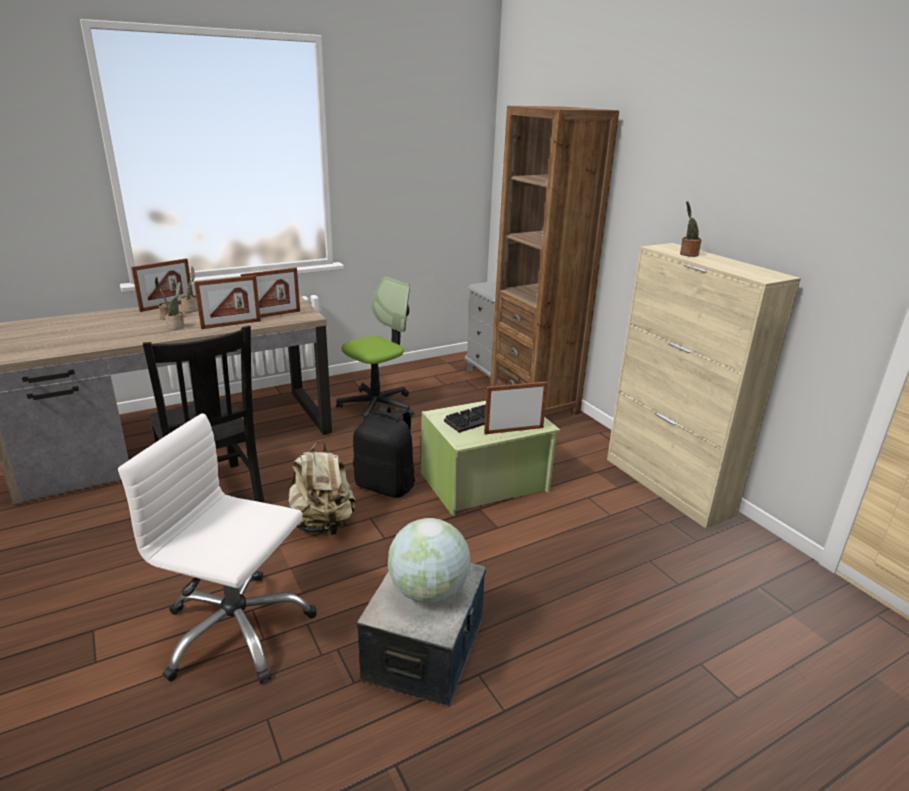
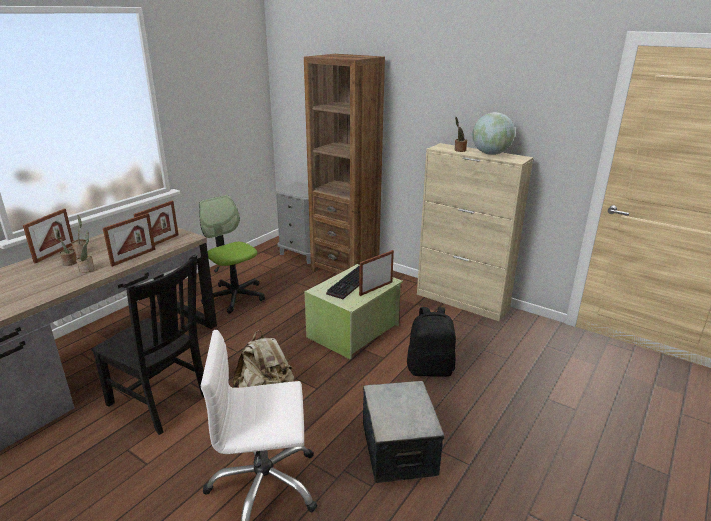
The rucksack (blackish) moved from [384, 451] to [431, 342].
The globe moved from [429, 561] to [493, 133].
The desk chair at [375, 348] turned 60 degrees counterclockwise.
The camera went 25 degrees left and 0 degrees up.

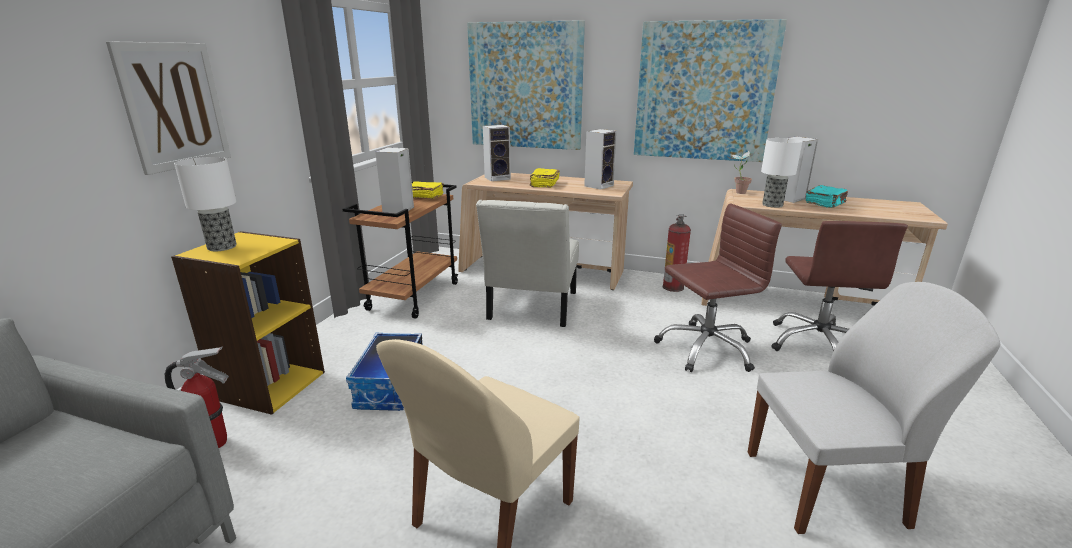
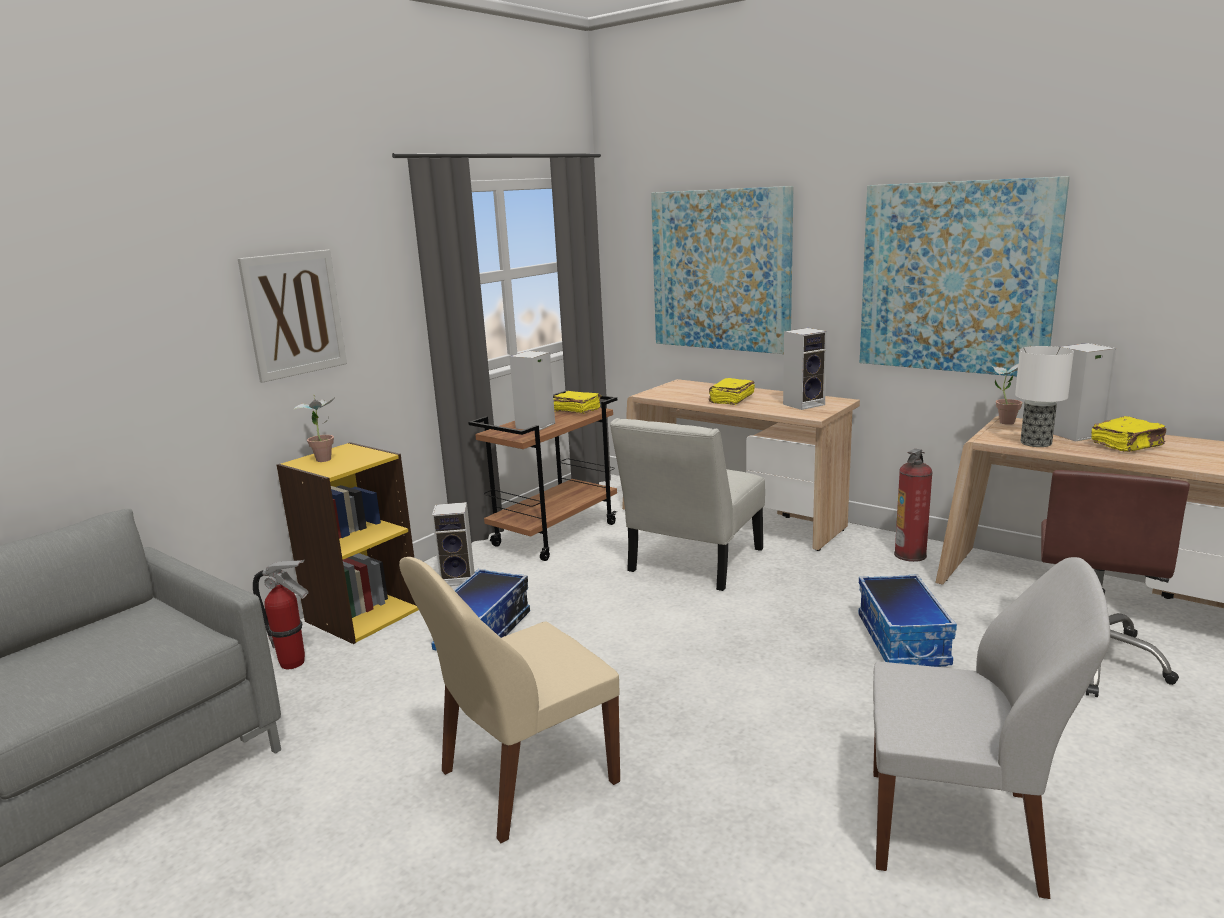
The speaker moved from [497, 153] to [453, 544].
The lamp for a table at [205, 204] was replaced by the plant in a pot at [314, 428].
The desk chair (brown) at [718, 288] was replaced by the storage container at [907, 620].
The book (turquoise-coloured) at [827, 196] became the book (yellow) at [1128, 434].
The camera went 20 degrees right and 5 degrees down.

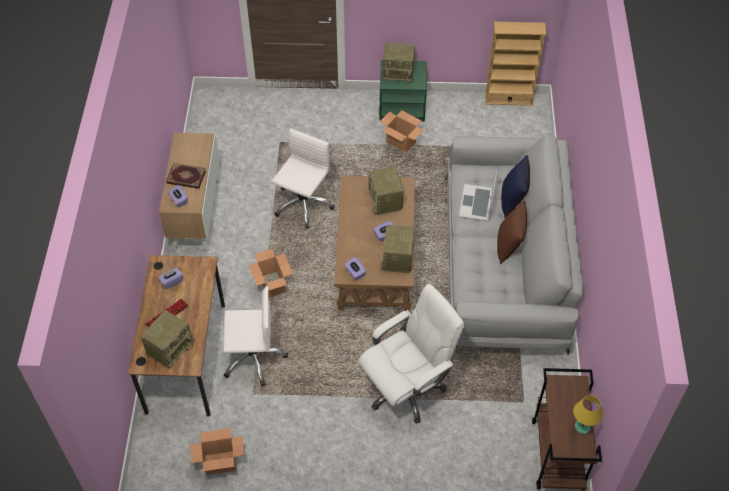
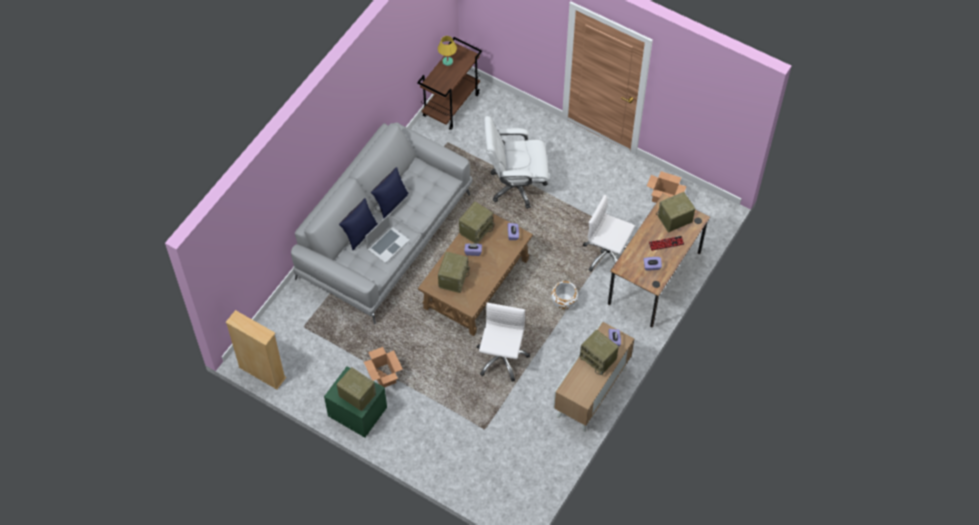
The book at [186, 176] was replaced by the radio set at [599, 352].
The cardboard box at [271, 273] was replaced by the plant pot (white-coloured) at [564, 295].
The throw pillow (brown) at [512, 232] became the throw pillow (bluish) at [390, 193].
The desk chair (white-coloured) at [303, 178] turned 135 degrees clockwise.
The camera went 150 degrees left and 5 degrees up.

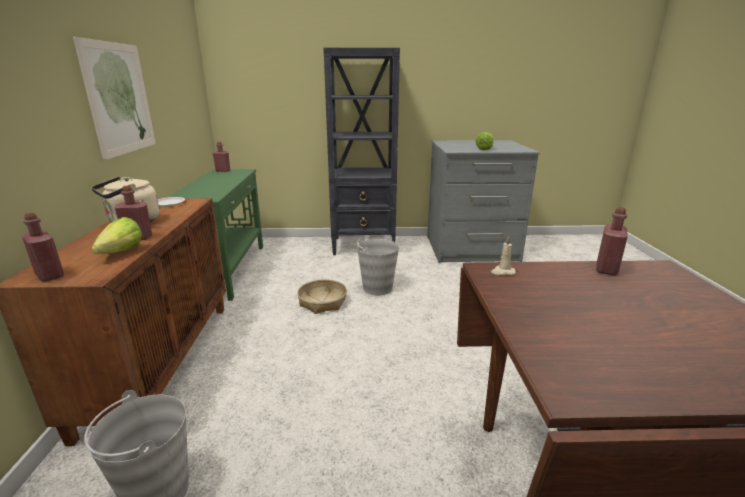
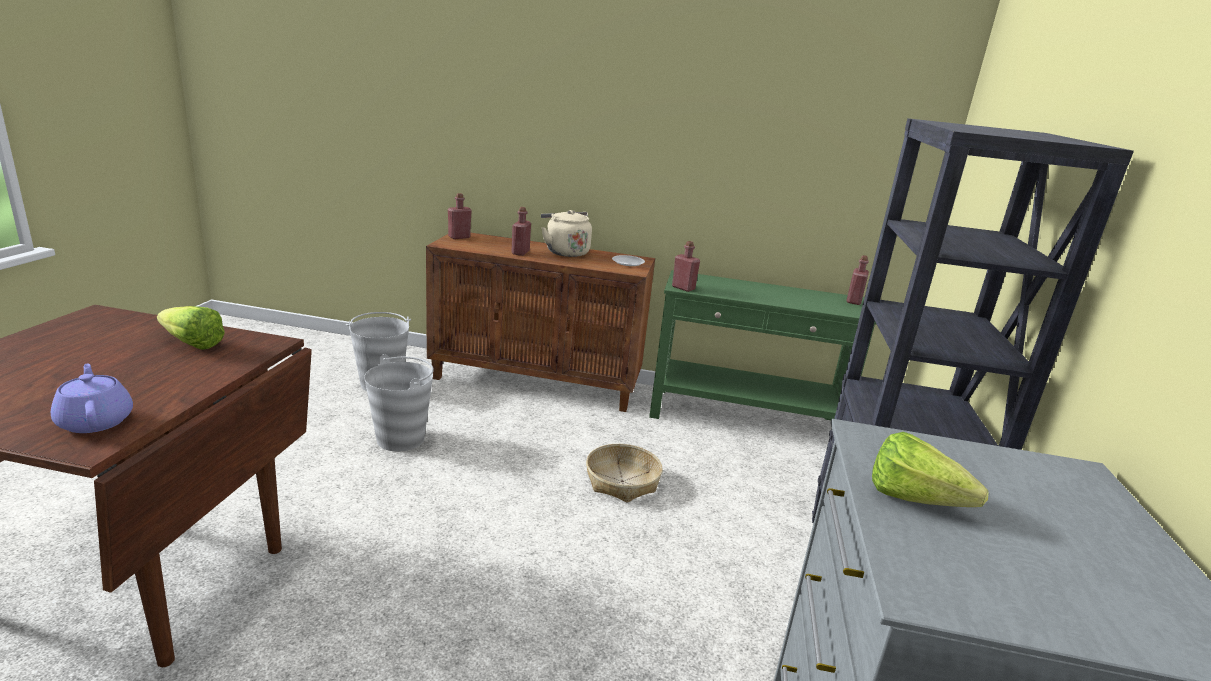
The wall picture at [114, 98] disappeared.
The candle (beige-coloured) at [503, 255] disappeared.
The teapot (purplish) at [92, 398] appeared.
The lettuce head moved from [117, 235] to [191, 328].
The pail (grey) moved from [378, 264] to [399, 403].
The beverage bottle (red) moved from [612, 241] to [686, 266].
The camera went 100 degrees right and 0 degrees up.

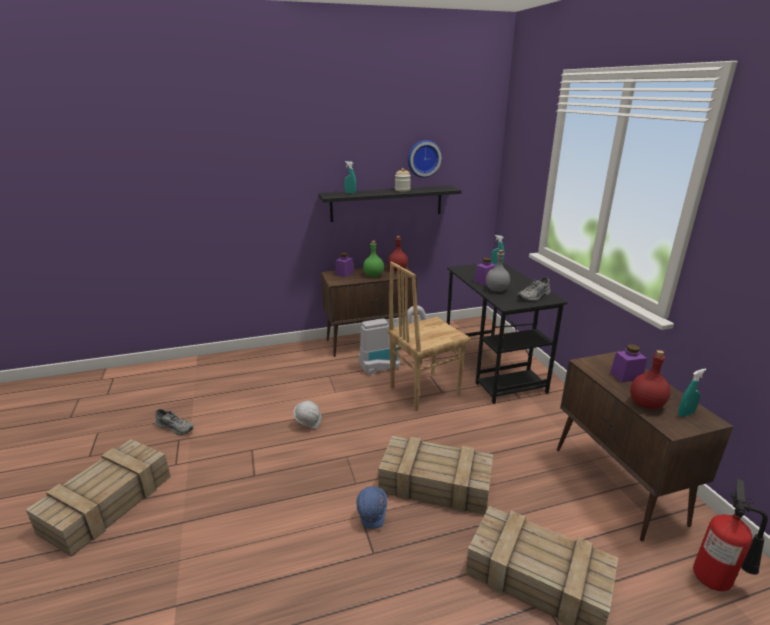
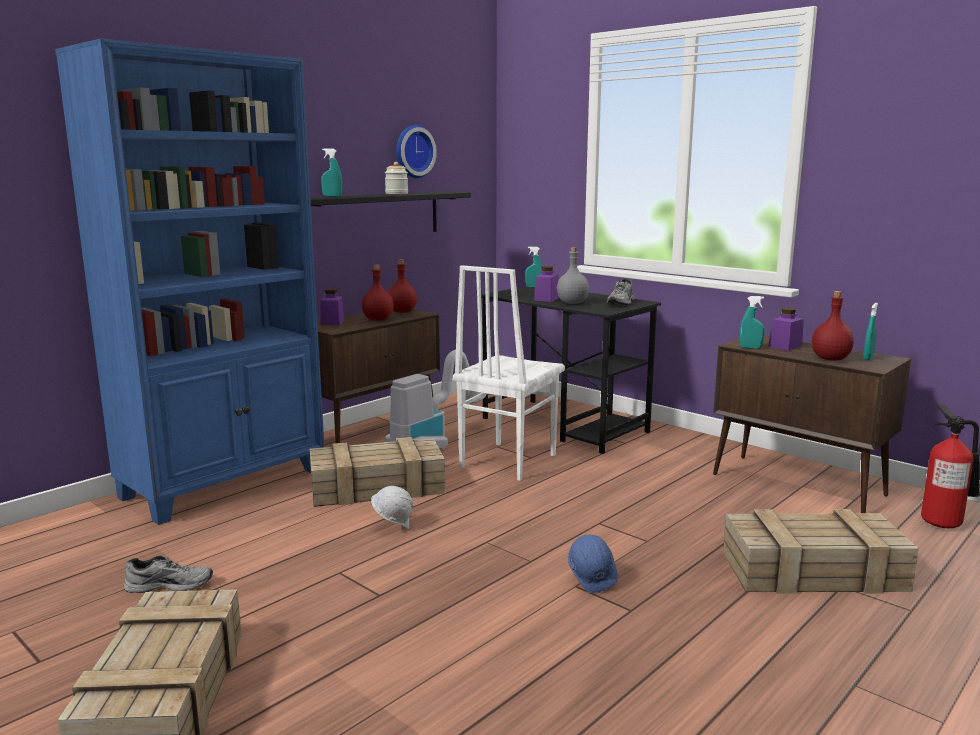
The bookshelf (bluish) at [189, 281] appeared.
The sprayer (turquoise-coloured) at [752, 322] appeared.
The packing crate moved from [435, 475] to [377, 472].
The beverage bottle (greenish) at [373, 259] became the beverage bottle (red) at [378, 292].
The upright chair (brown) at [429, 336] became the upright chair (white-coloured) at [509, 373].
The camera went 30 degrees left and 10 degrees down.

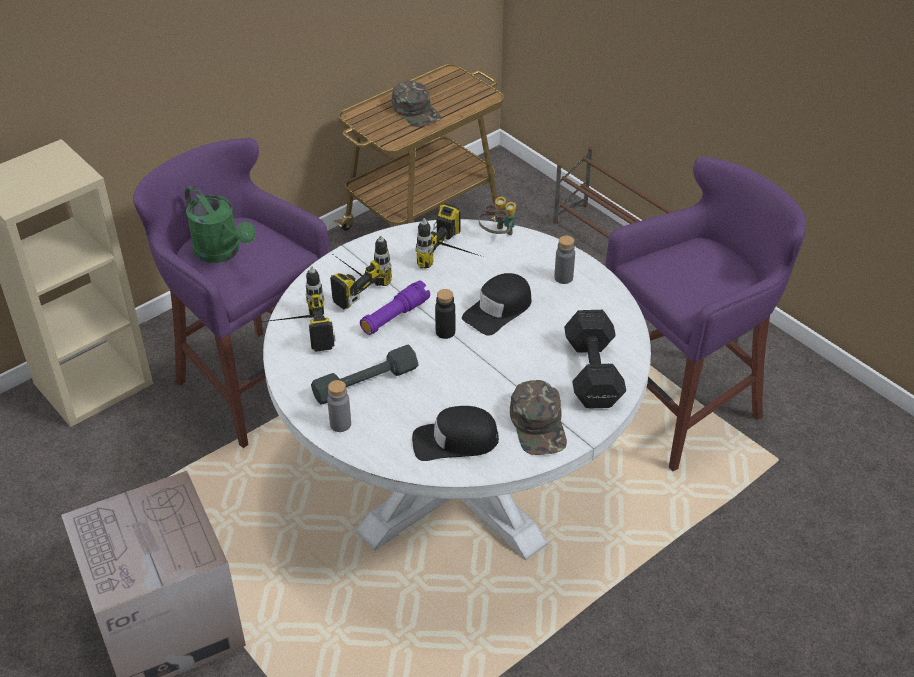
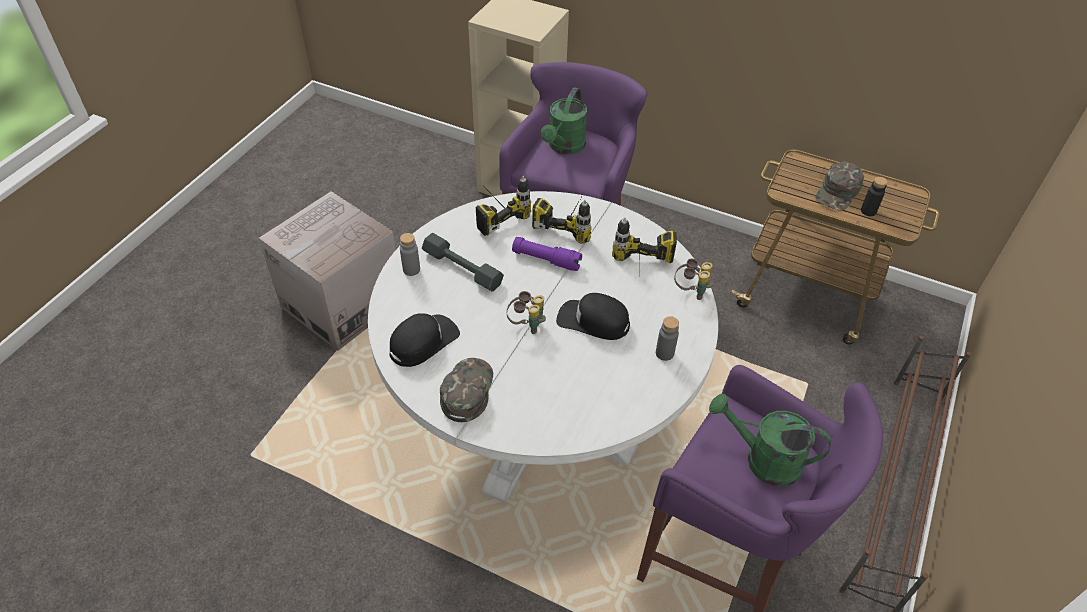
The dumbbell (blackish) at [595, 359] disappeared.
The field glasses at [526, 312] appeared.
The watering can (greenish) at [770, 440] appeared.
The beverage bottle (blackish) moved from [445, 314] to [874, 196].
The cap (blackish) at [455, 433] turned 75 degrees clockwise.
The cap (greenish) at [538, 417] turned 135 degrees clockwise.
The camera went 65 degrees right and 5 degrees up.

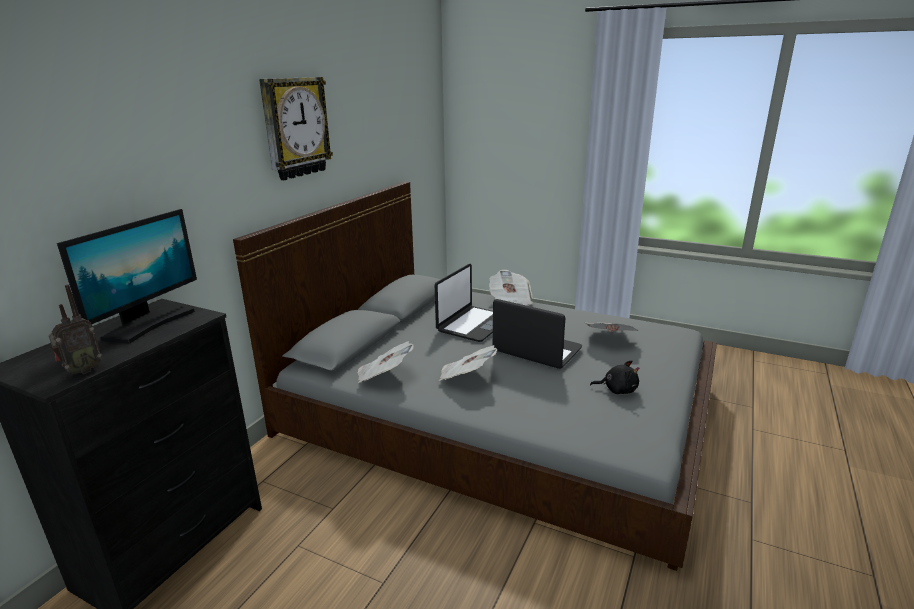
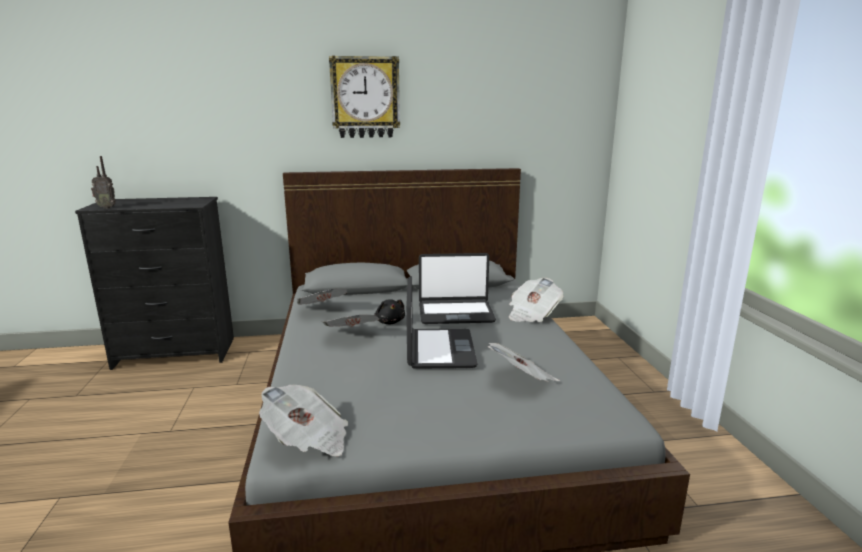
The computer display at [127, 276] disappeared.
The newspaper at [303, 420] appeared.
The soft toy (blackish) moved from [614, 377] to [389, 311].
The camera went 55 degrees right and 5 degrees down.

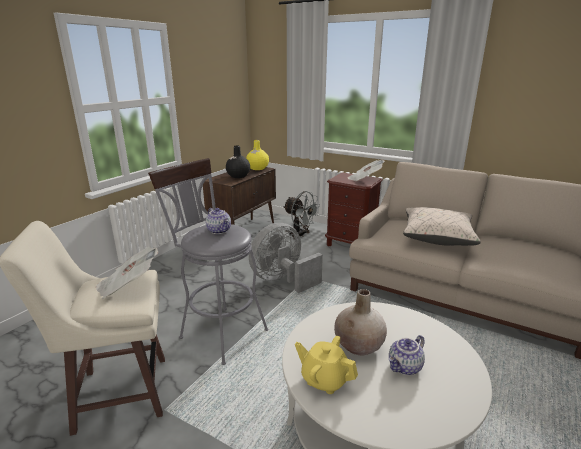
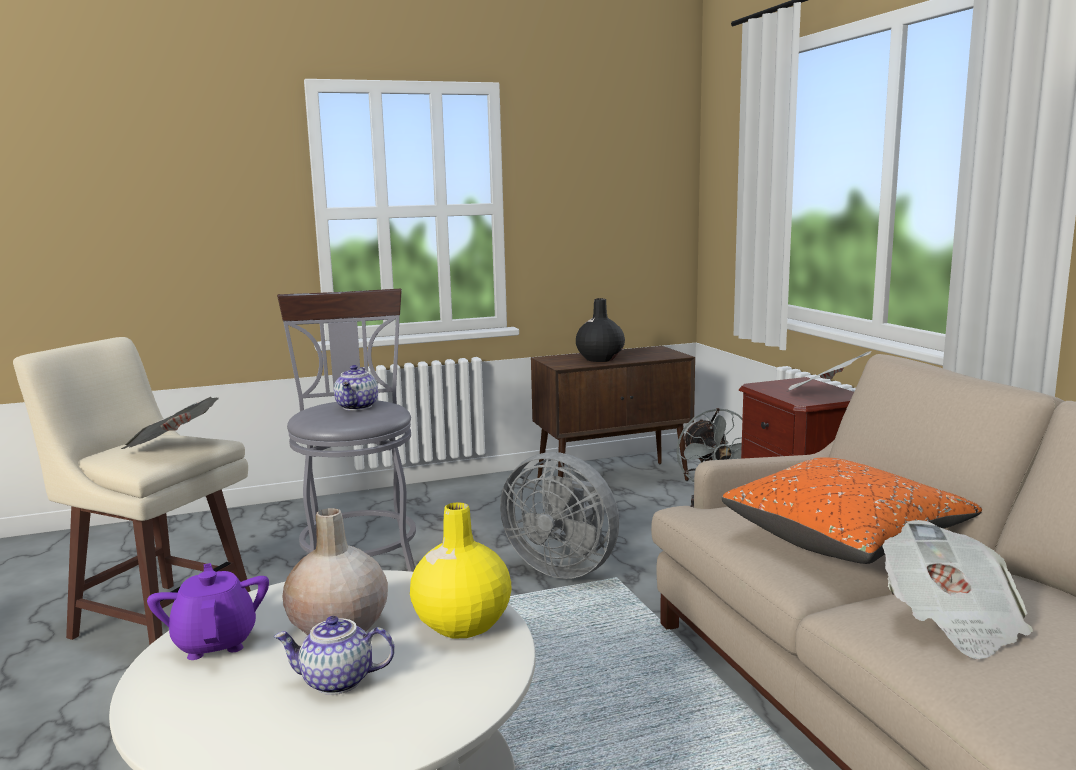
The newspaper at [958, 590] appeared.
The decorative vase (yellow) moved from [257, 155] to [460, 570].
The teapot (yellow) at [326, 365] became the teapot (purplish) at [208, 611].
The throw pillow (beige-coloured) at [442, 226] became the throw pillow (orangey) at [852, 510].
The cooling fan (grey) at [286, 258] turned 150 degrees counterclockwise.
The camera went 40 degrees right and 10 degrees down.

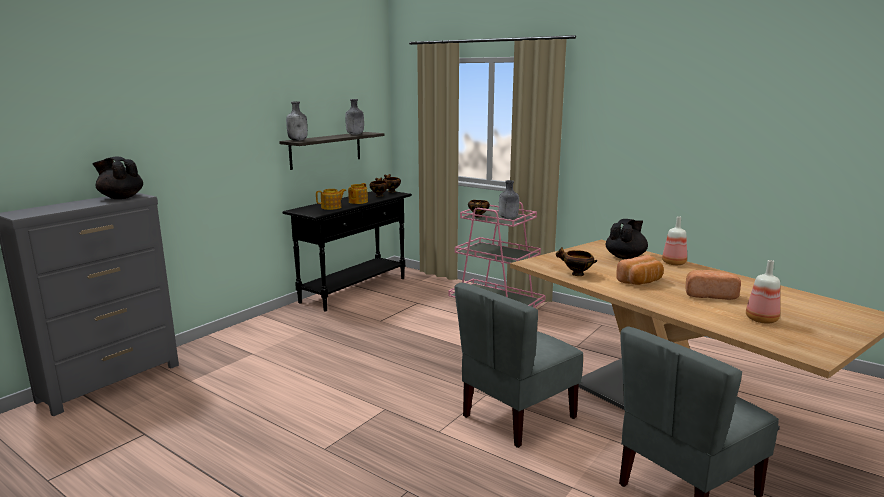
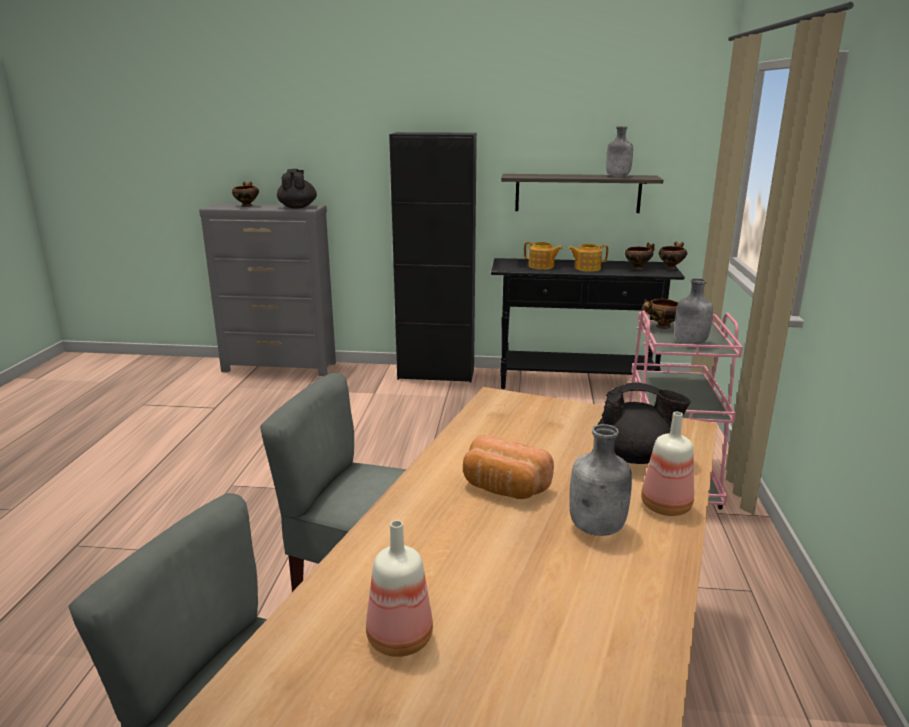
The bakery bread at [713, 285] disappeared.
The cabinet (blackish) at [433, 257] appeared.
The beverage bottle (grey) moved from [297, 121] to [600, 480].
The bowl moved from [577, 261] to [245, 194].
The camera went 60 degrees right and 5 degrees up.

